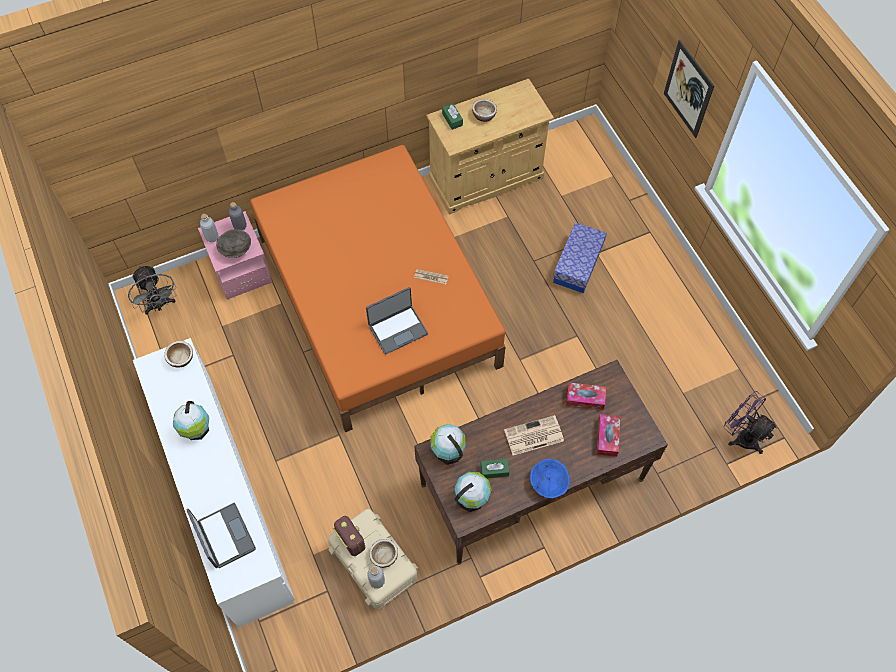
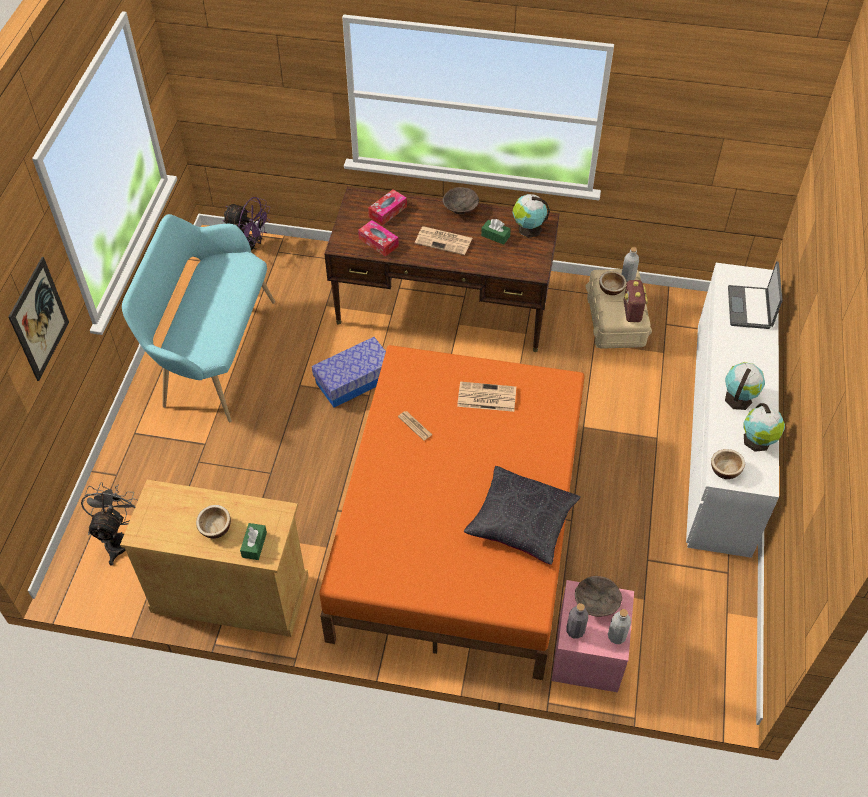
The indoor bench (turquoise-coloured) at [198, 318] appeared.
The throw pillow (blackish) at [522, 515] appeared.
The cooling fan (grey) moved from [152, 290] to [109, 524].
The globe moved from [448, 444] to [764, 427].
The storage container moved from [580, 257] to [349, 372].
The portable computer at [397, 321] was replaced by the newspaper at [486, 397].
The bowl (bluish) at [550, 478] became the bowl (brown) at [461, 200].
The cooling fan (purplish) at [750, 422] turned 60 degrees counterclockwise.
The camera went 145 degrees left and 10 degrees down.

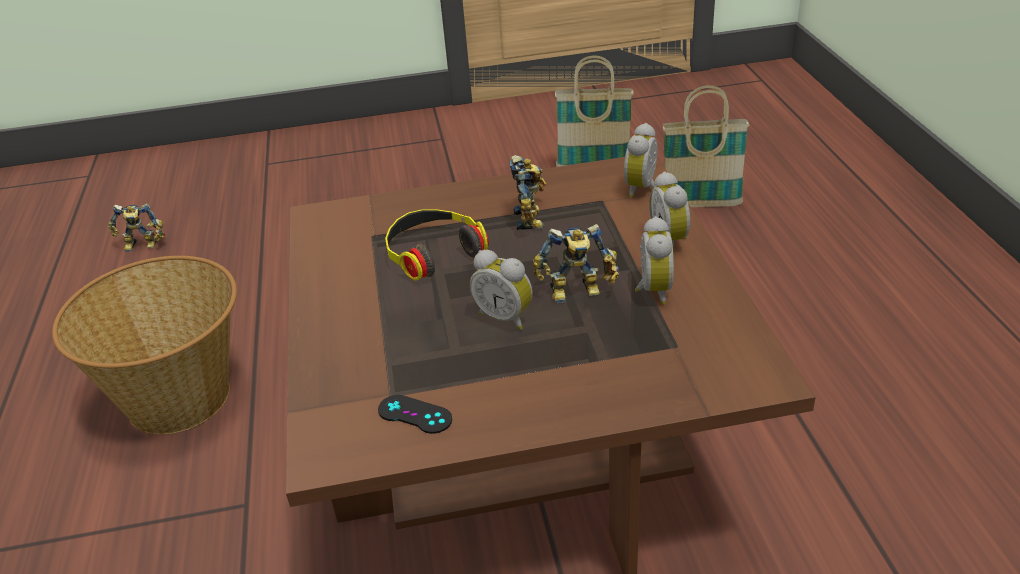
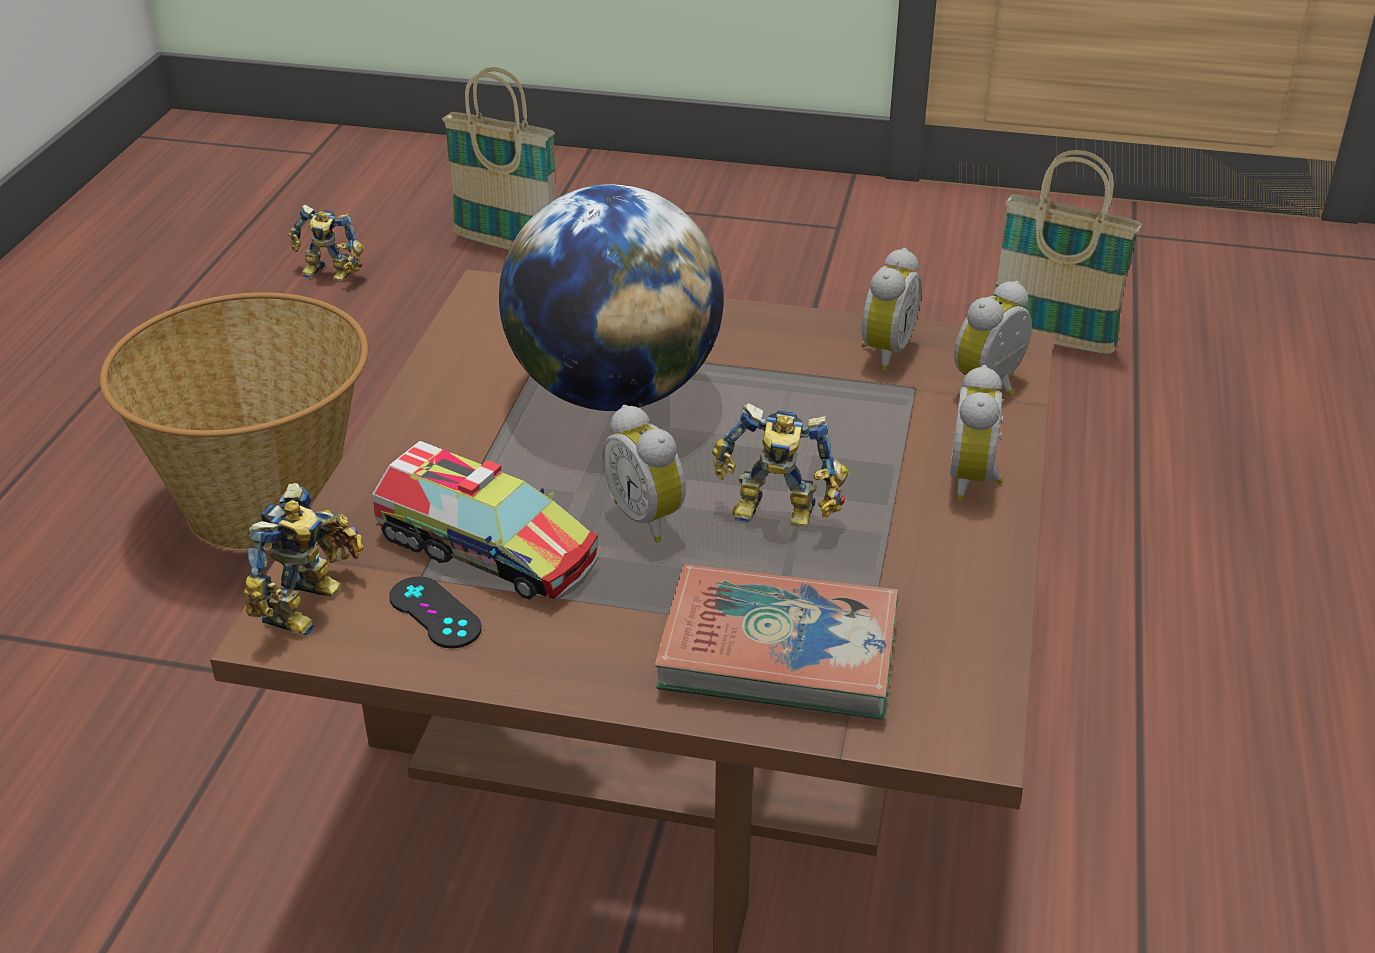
The model truck at [485, 521] appeared.
The book at [776, 642] appeared.
The robot figure moved from [527, 192] to [303, 559].
The bedside clock moved from [654, 260] to [891, 309].
The basket moved from [706, 146] to [499, 158].
The headset at [437, 245] was replaced by the globe at [611, 297].
The camera went 20 degrees right and 0 degrees up.

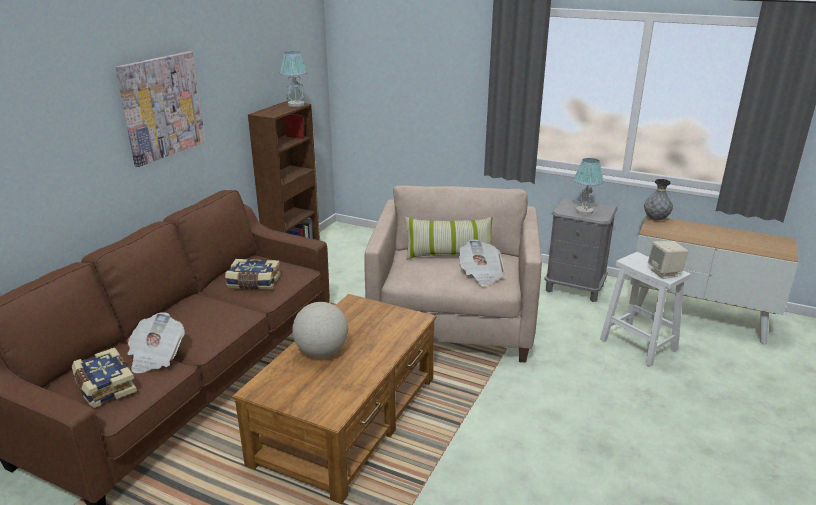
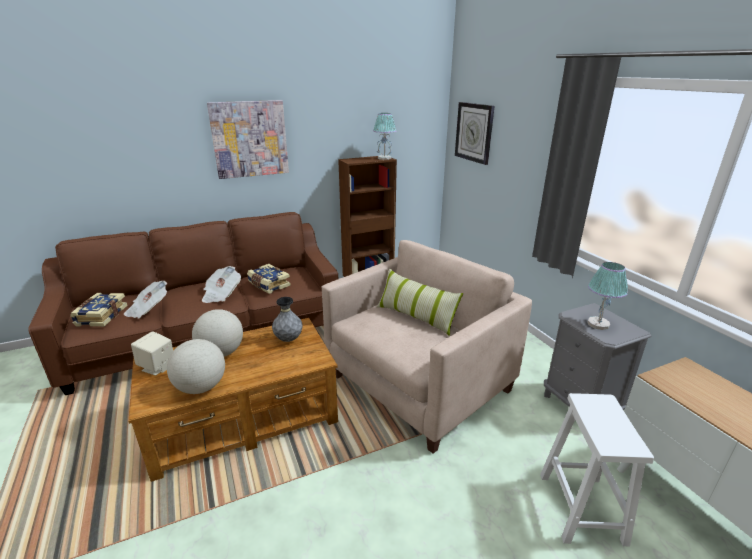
The globe at [196, 366] appeared.
The wall clock at [475, 133] appeared.
The newspaper moved from [482, 262] to [221, 284].
The decorative vase (grey) moved from [658, 200] to [287, 319].
The speaker (beige-coloured) moved from [668, 260] to [152, 353].
The camera went 40 degrees right and 0 degrees up.

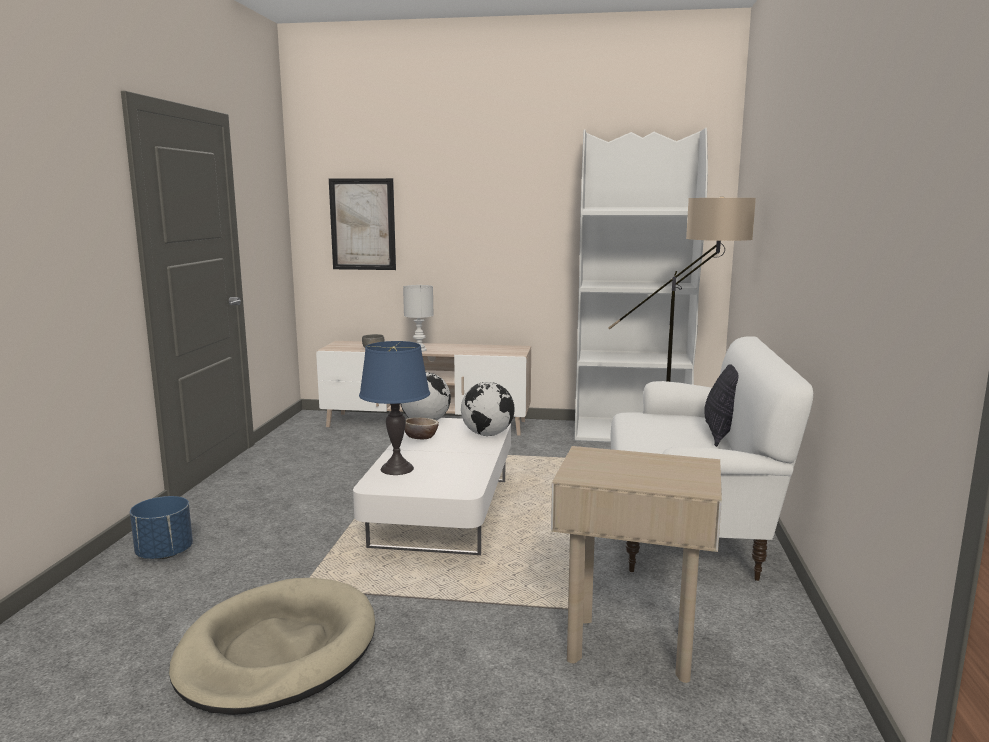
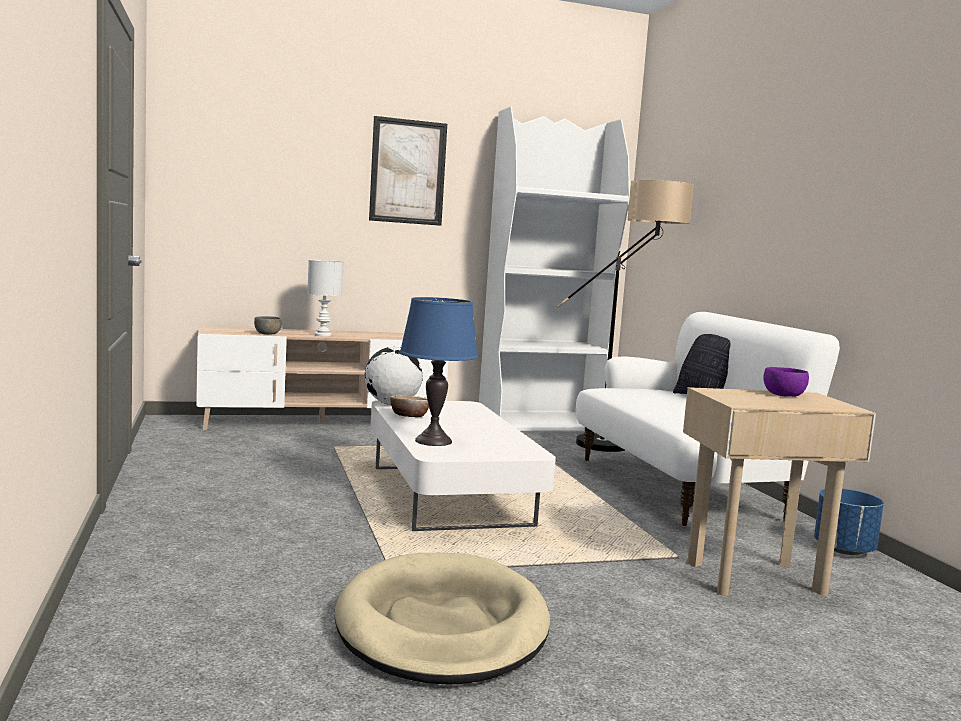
The globe at [488, 409] disappeared.
The bowl (purplish) at [786, 382] appeared.
The plant pot (bluish) moved from [161, 527] to [849, 522].
The wall picture moved from [362, 224] to [408, 171].
The camera went 25 degrees left and 5 degrees down.

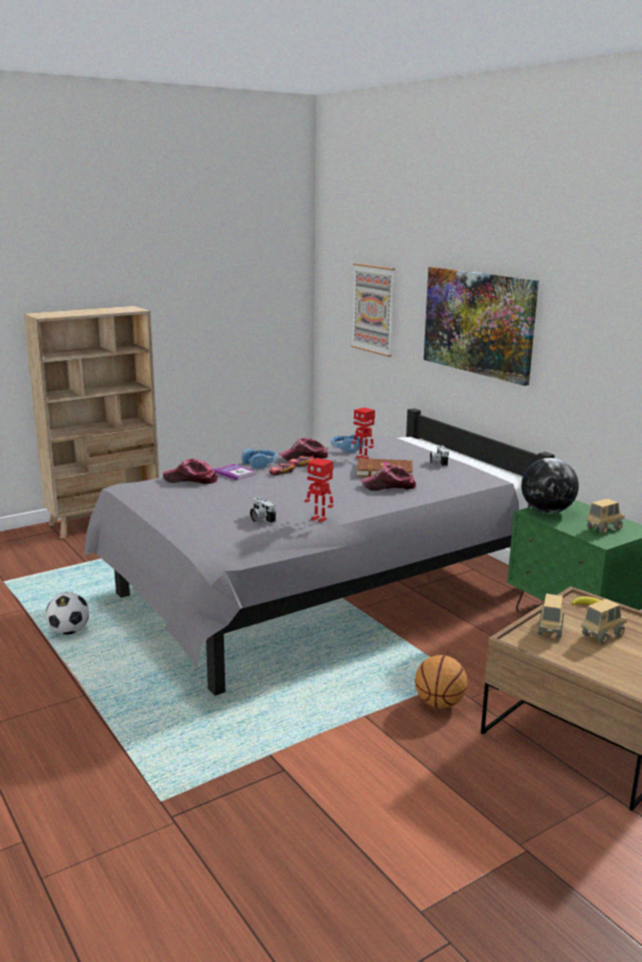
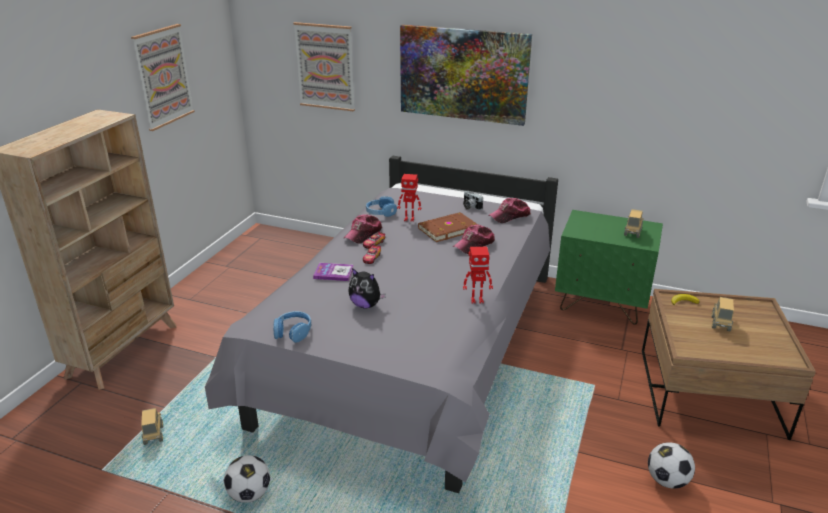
The photo camera at [263, 510] disappeared.
The ball for basketball at [441, 681] disappeared.
The globe at [550, 485] disappeared.
The wall picture at [163, 77] appeared.
The soft toy at [367, 288] appeared.
The ball for football at [671, 465] appeared.
The cap moved from [190, 471] to [510, 210].
The headset (bluish) moved from [259, 459] to [292, 327].
The model truck moved from [551, 615] to [152, 426].
The camera went 35 degrees left and 10 degrees up.

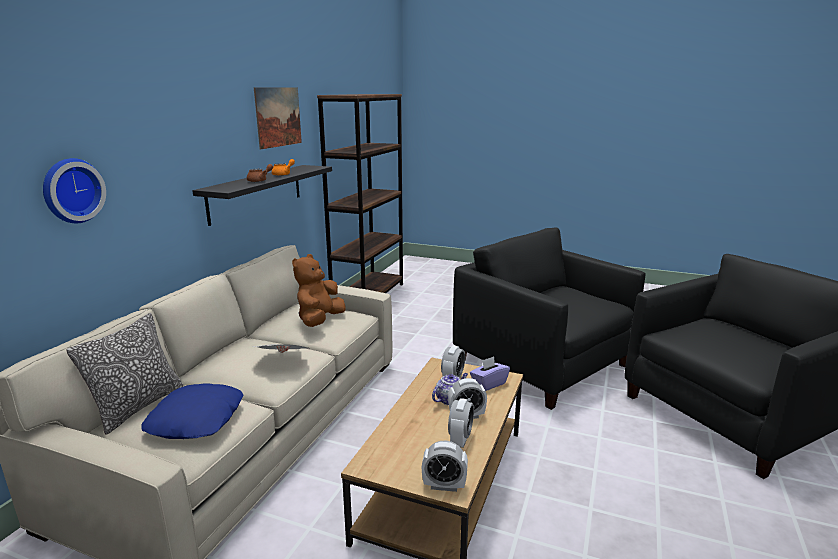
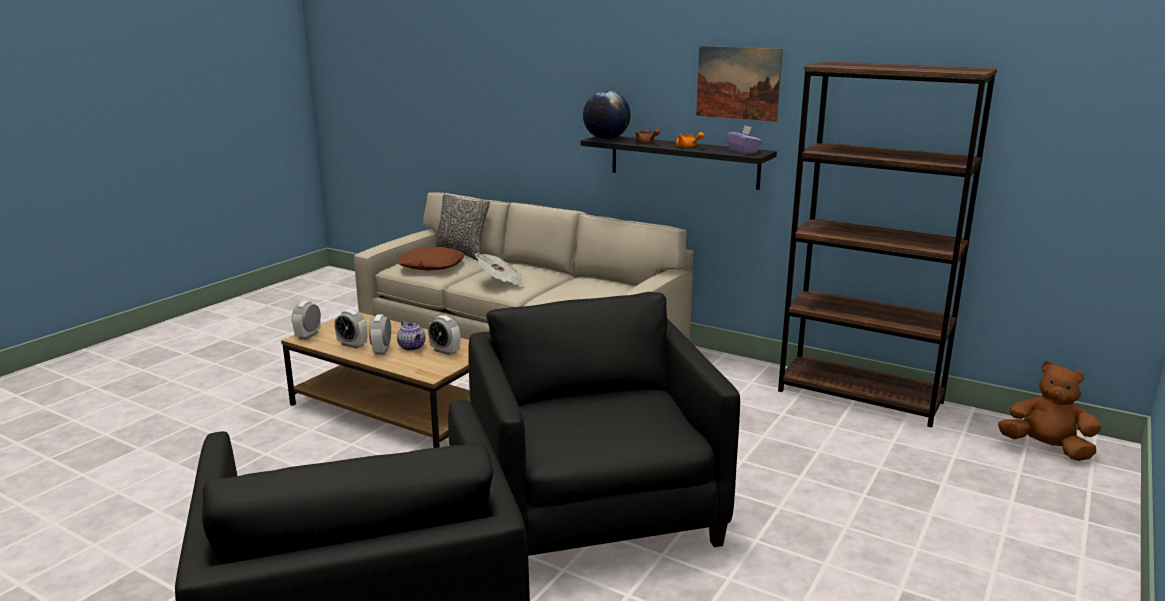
The wall clock at [74, 190] disappeared.
The globe at [606, 115] appeared.
The soft toy (brown) moved from [319, 290] to [1049, 411].
The box of tissues (purplish) moved from [490, 373] to [744, 140].
The throw pillow (bluish) at [192, 411] became the throw pillow (brown) at [431, 259].
The armchair (blackish) at [549, 319] turned 75 degrees counterclockwise.
The camera went 100 degrees right and 0 degrees up.

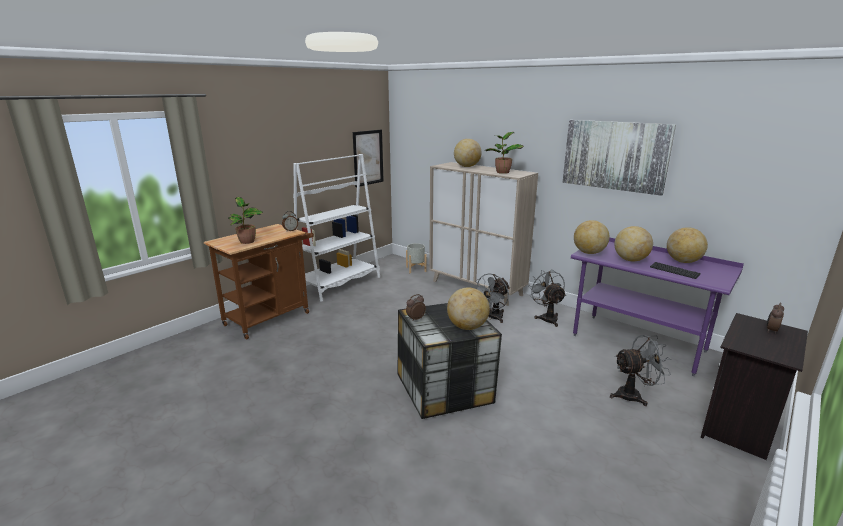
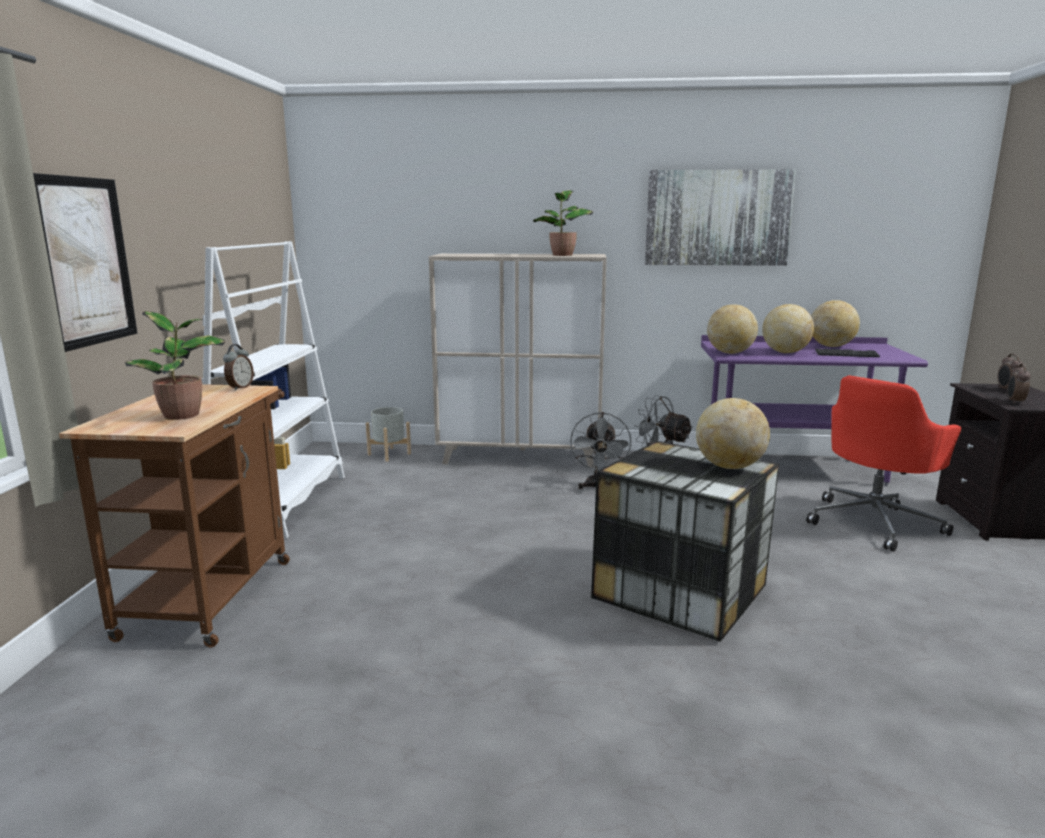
The globe at [468, 153] disappeared.
The wall picture moved from [368, 158] to [85, 262].
The bedside clock moved from [416, 307] to [1019, 383].
The cooling fan (grey) at [641, 370] was replaced by the desk chair (red) at [884, 464].
The camera went 35 degrees left and 5 degrees down.

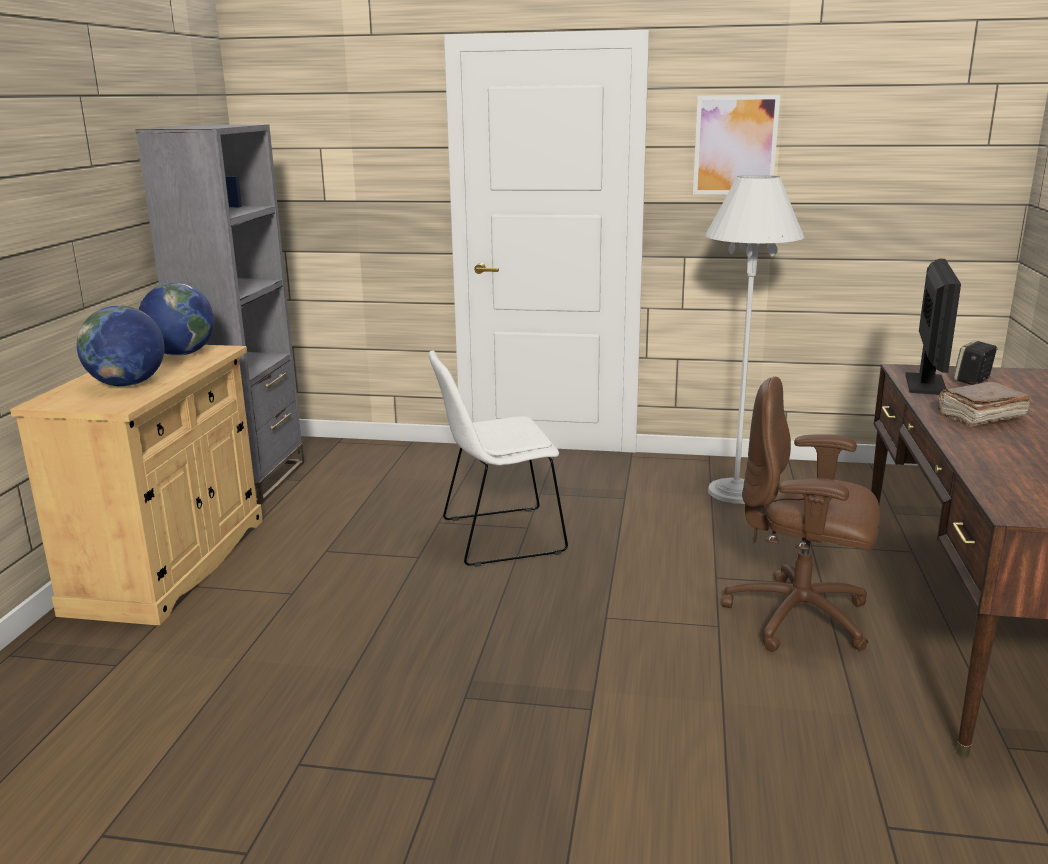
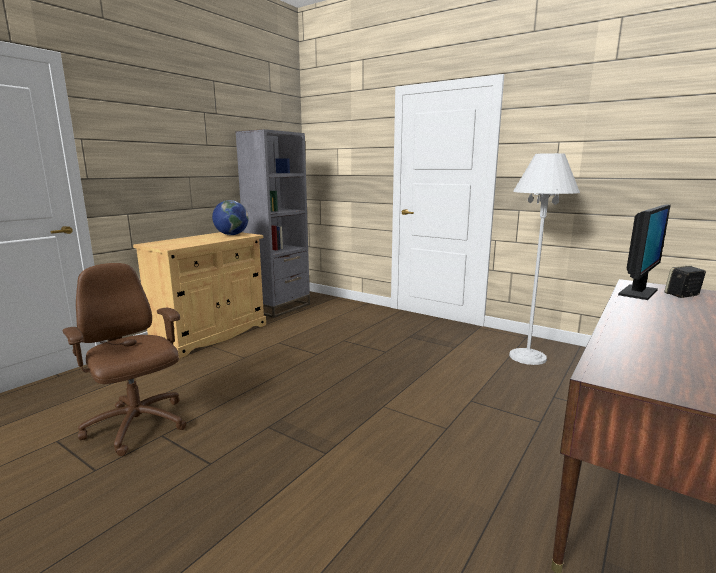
The globe at [121, 346] disappeared.
The upright chair (white-coloured) at [498, 458] disappeared.
The wall picture at [736, 145] disappeared.
The book (brown) at [984, 404] disappeared.
The desk chair (brown) moved from [801, 514] to [124, 359].
The camera went 25 degrees right and 5 degrees down.

